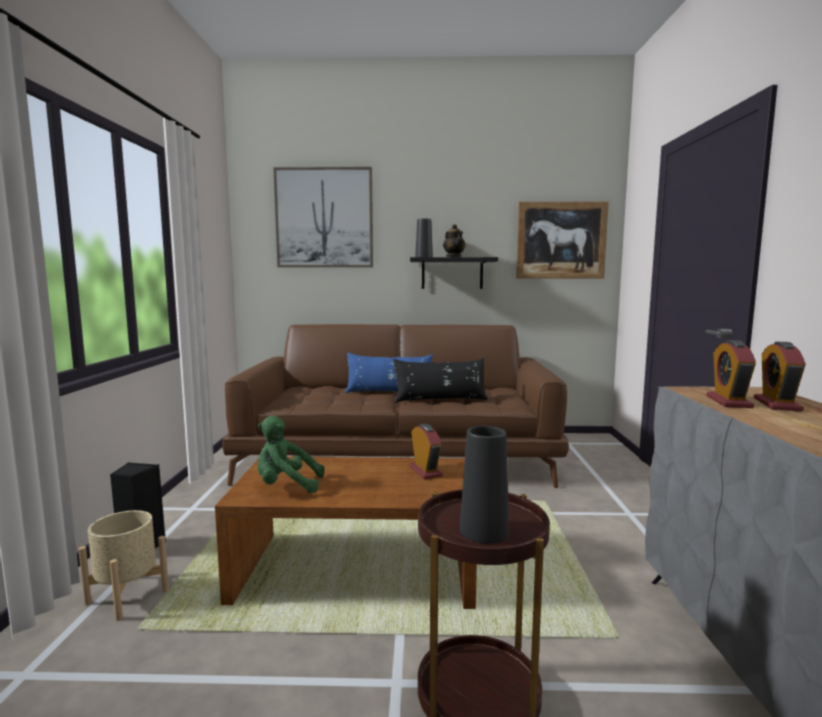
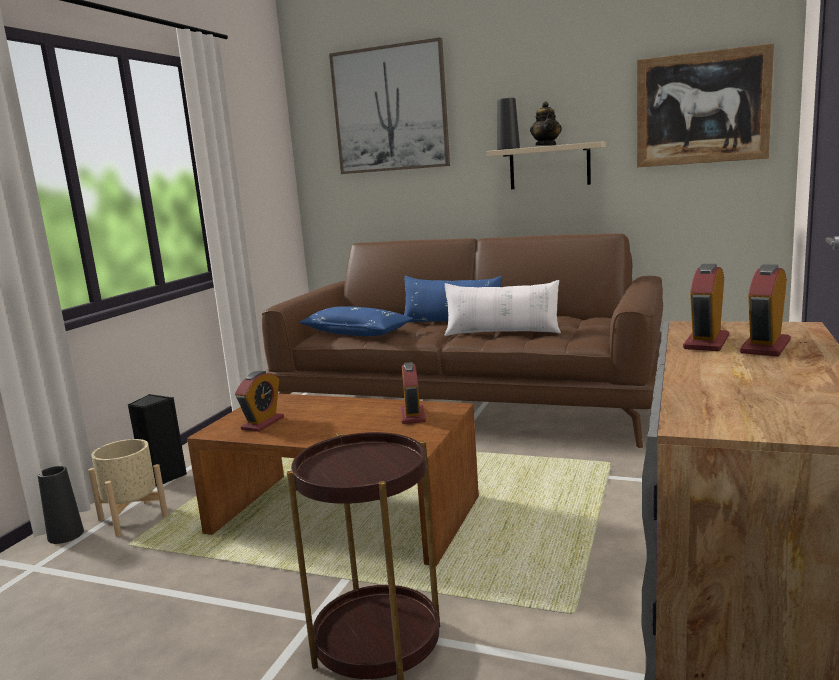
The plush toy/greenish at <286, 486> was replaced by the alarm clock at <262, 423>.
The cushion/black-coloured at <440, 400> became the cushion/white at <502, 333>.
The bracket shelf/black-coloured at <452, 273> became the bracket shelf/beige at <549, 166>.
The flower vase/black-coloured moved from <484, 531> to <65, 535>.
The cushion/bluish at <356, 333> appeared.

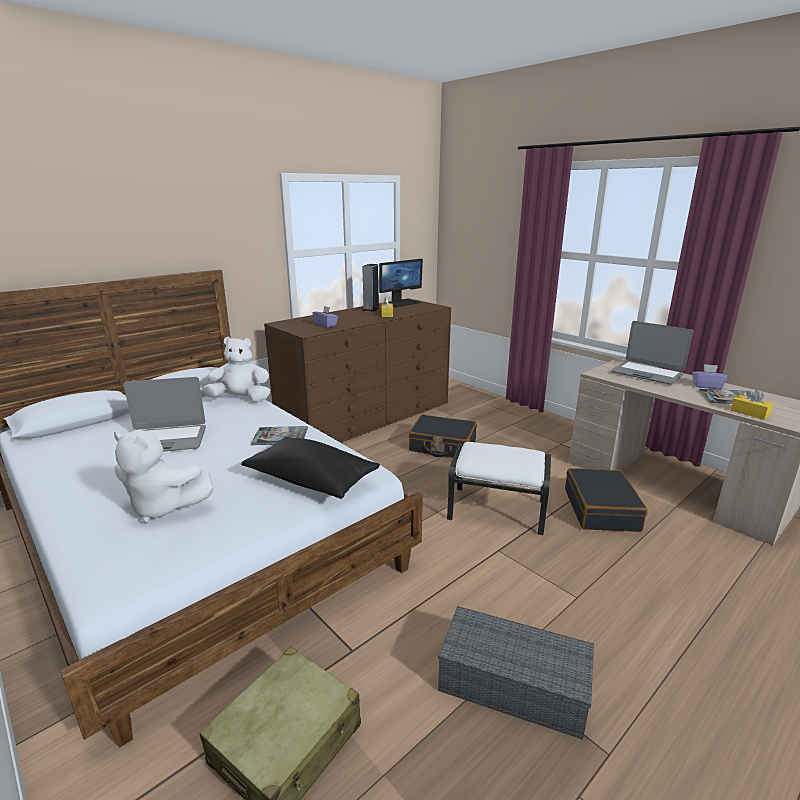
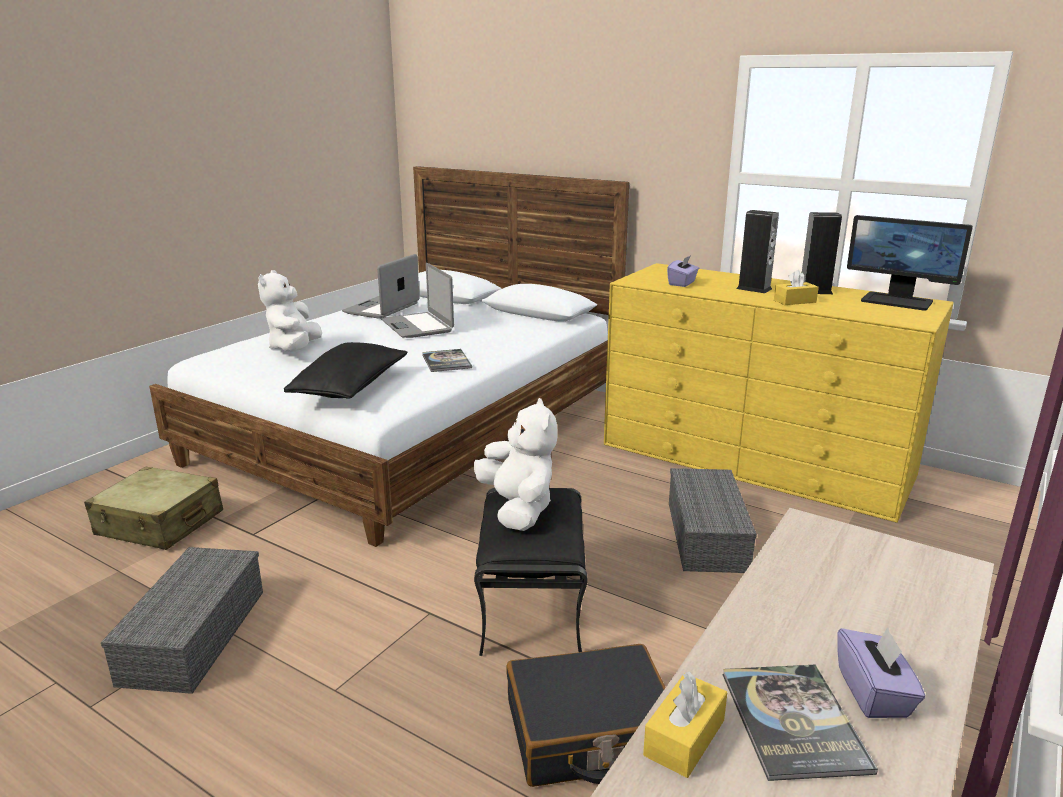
The plush toy/white moved from <240, 399> to <518, 509>.
The chest of drawers/brownish at <366, 416> became the chest of drawers/yellow-coloured at <754, 459>.
The travel case/black-coloured at <442, 446> was replaced by the storage box/grey at <708, 537>.
The ottoman/white at <498, 510> became the ottoman/black-coloured at <533, 607>.
The notebook computer moved from <647, 373> to <382, 308>.
The audio speaker at <754, 289> appeared.

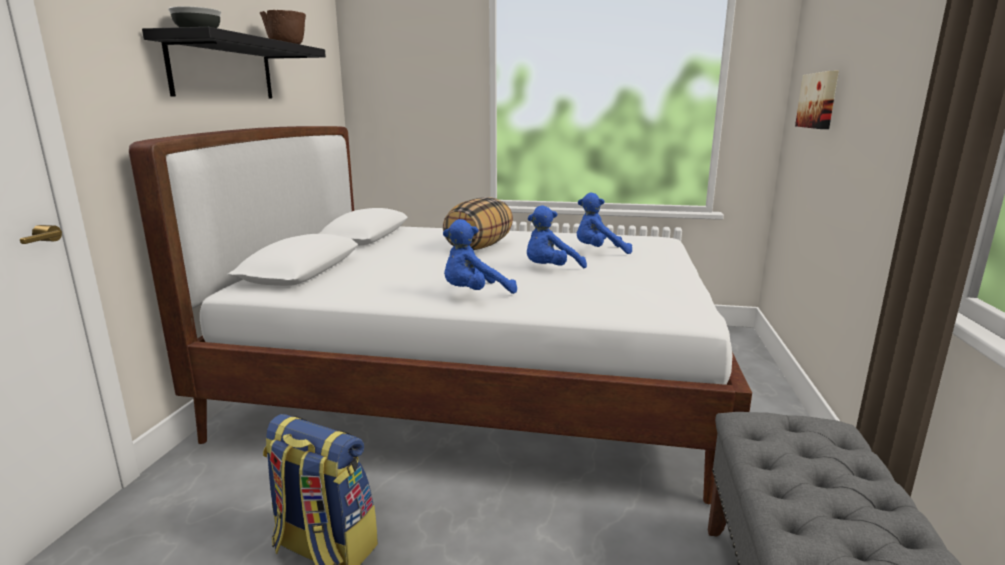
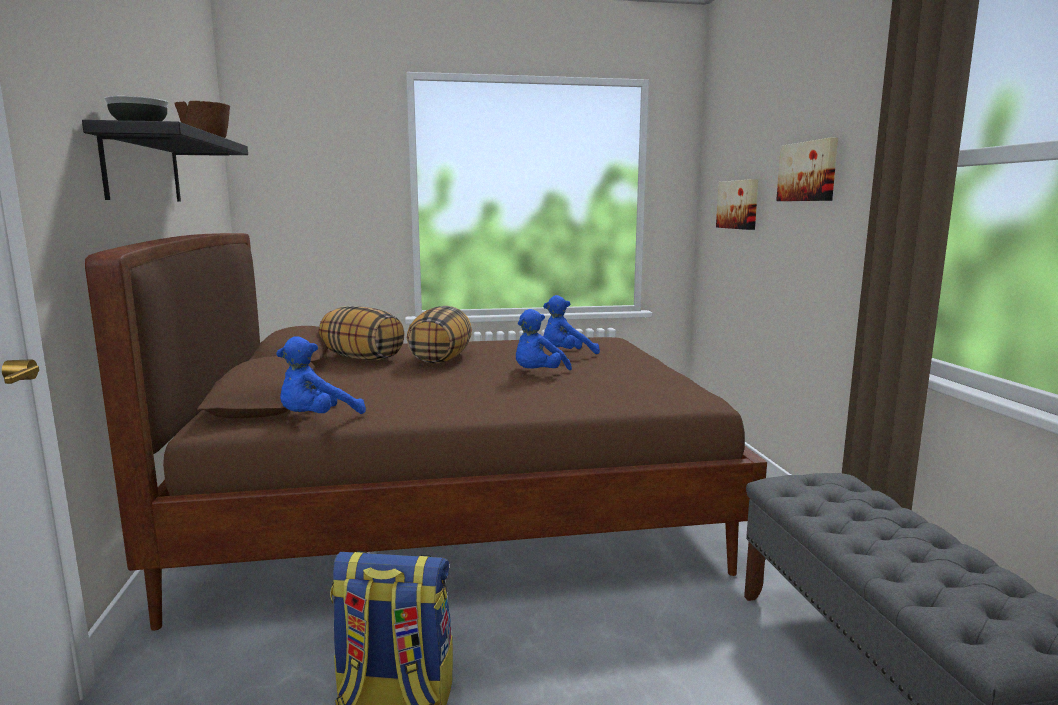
The bed/white at <480, 383> became the bed/brownish at <456, 508>.
The plush toy/bluish moved from <474, 294> to <317, 419>.
The cushion at <362, 358> appeared.
The wall picture at <808, 171> appeared.

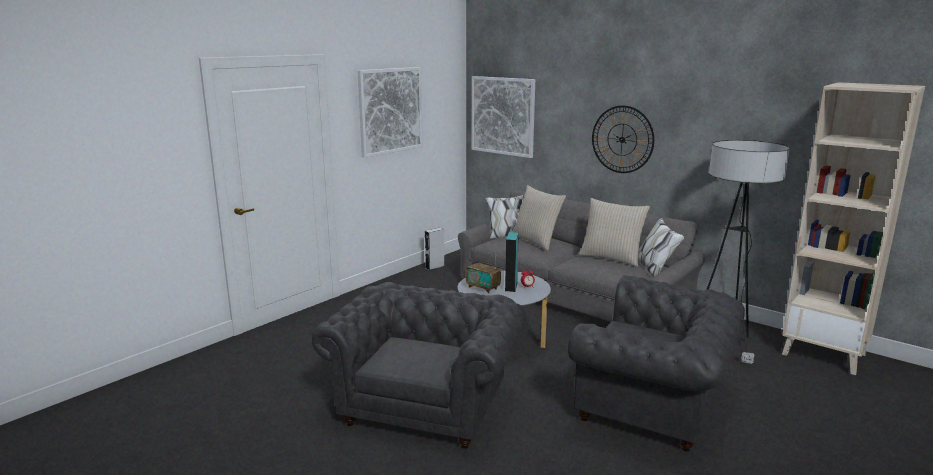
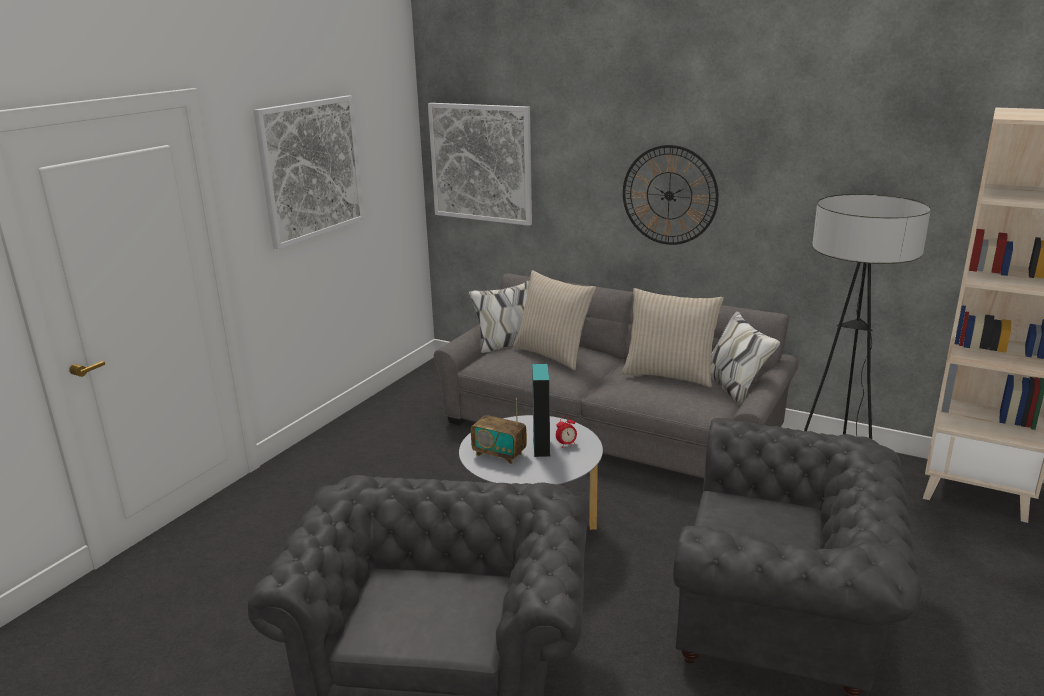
The audio speaker/grey at <434, 267> disappeared.

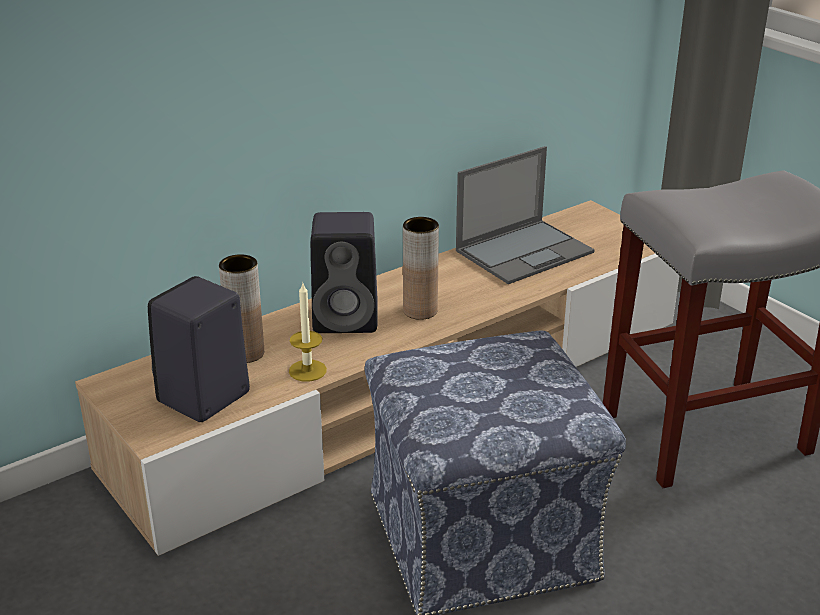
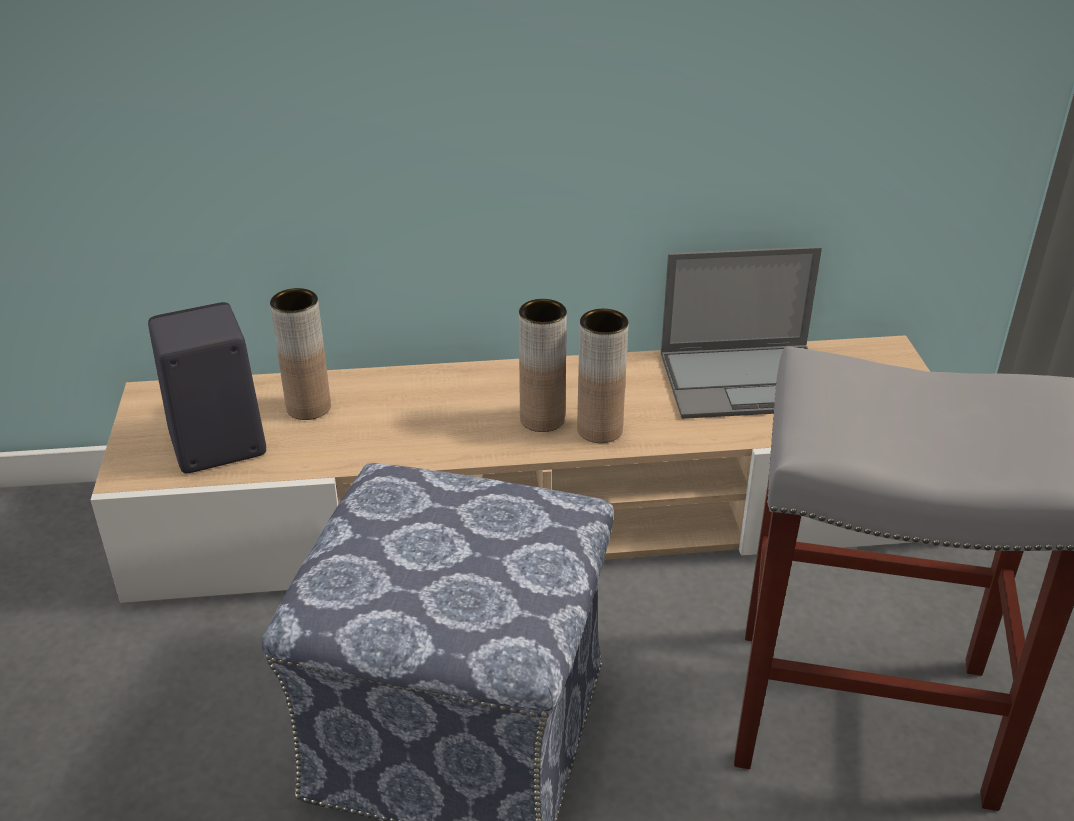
The candle at <307, 370> disappeared.
The audio speaker/black-coloured at <348, 318> disappeared.
The flower vase/brownish at <599, 430> appeared.

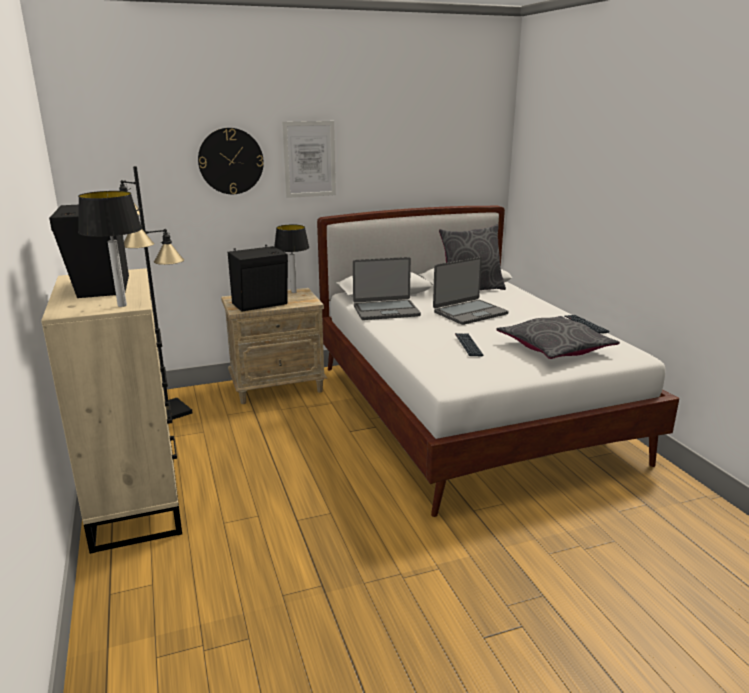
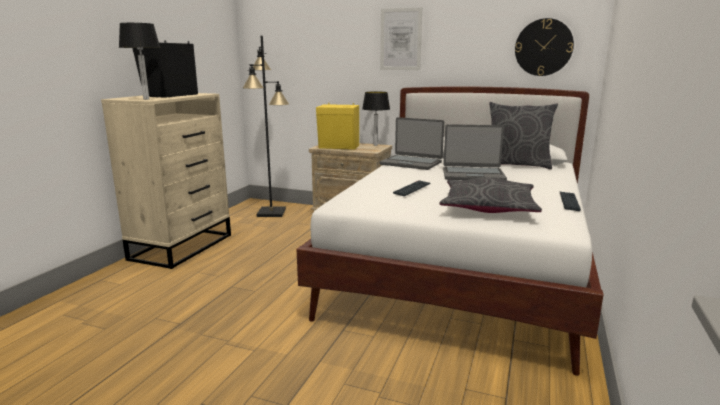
The hanging clock moved from <231, 161> to <543, 47>.
The audio speaker/black-coloured at <261, 304> became the audio speaker/yellow-coloured at <339, 147>.

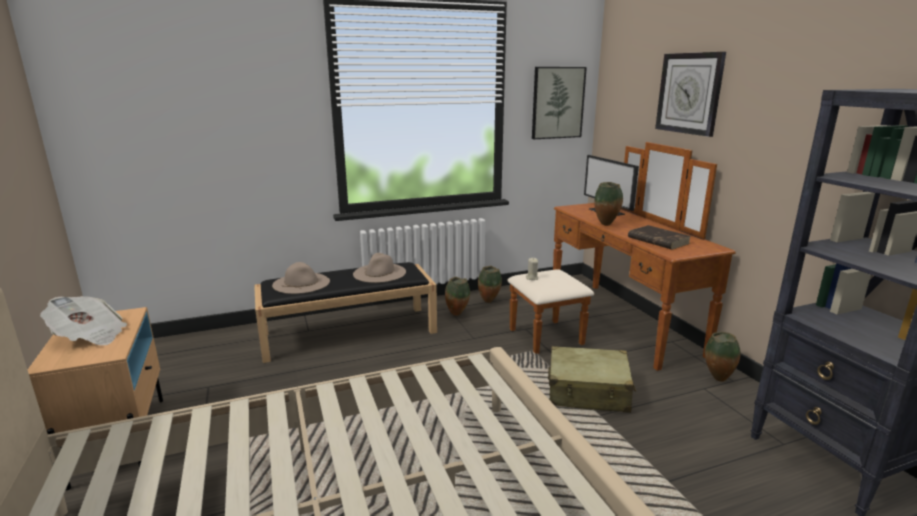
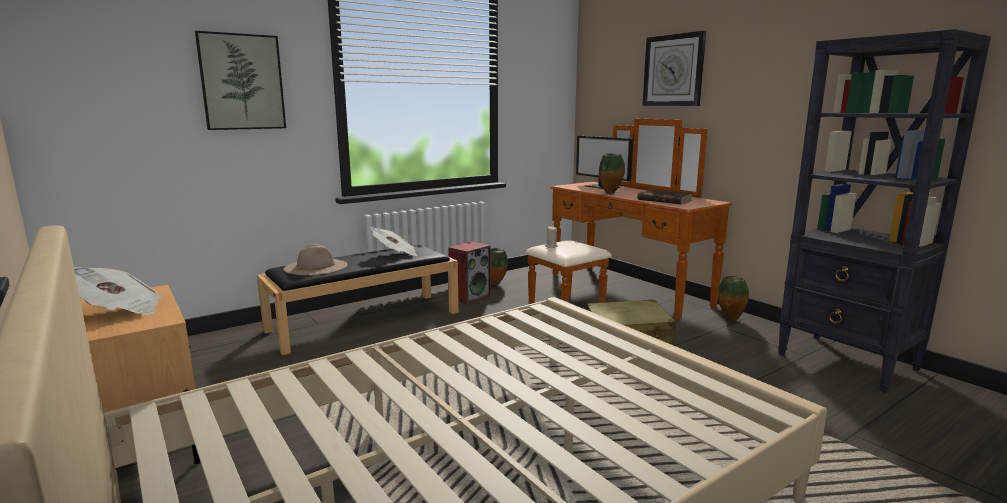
The wearable hat/beige at <379, 273> was replaced by the daily paper at <395, 253>.
The flower vase at <457, 314> was replaced by the audio speaker at <470, 297>.
The wall picture moved from <557, 103> to <242, 82>.

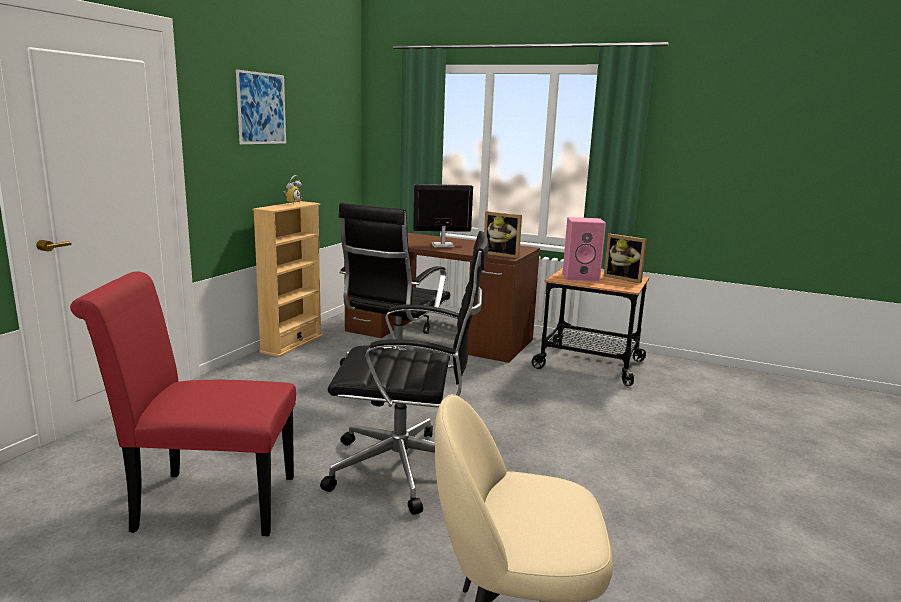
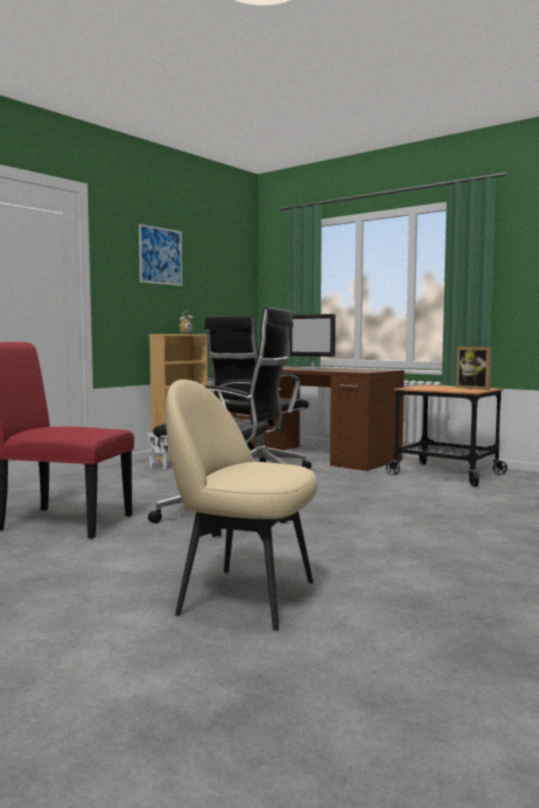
The monitor at <442, 245> turned 150 degrees counterclockwise.
The standing frame at <502, 255> disappeared.
The audio speaker/pink-coloured at <581, 277> disappeared.
The planter/white at <161, 467> appeared.

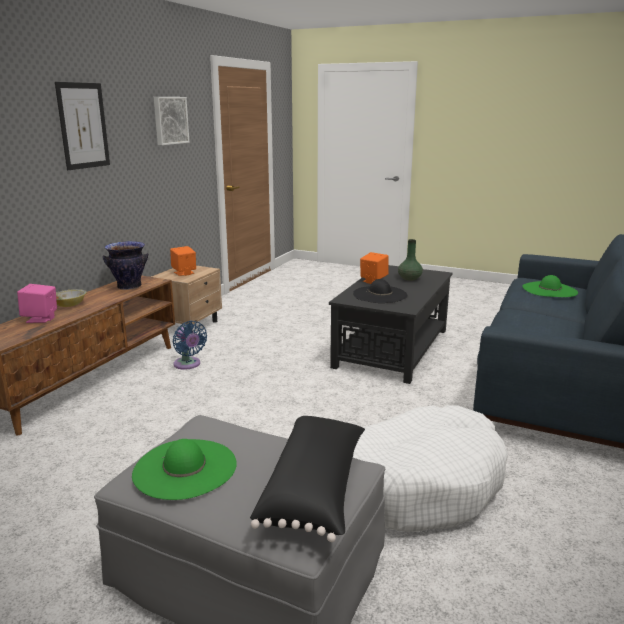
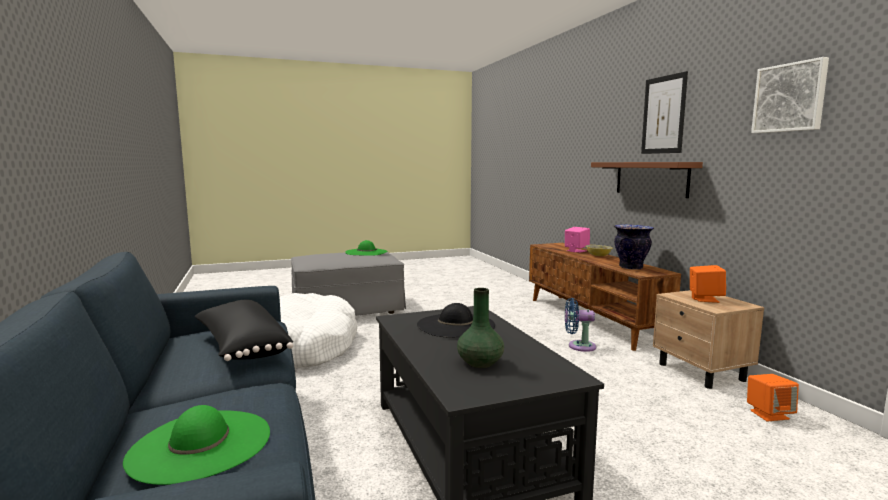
The cushion/black-coloured moved from <316, 490> to <241, 347>.
The audio speaker/orangey moved from <373, 281> to <769, 414>.
The bracket shelf/brownish at <651, 178> appeared.

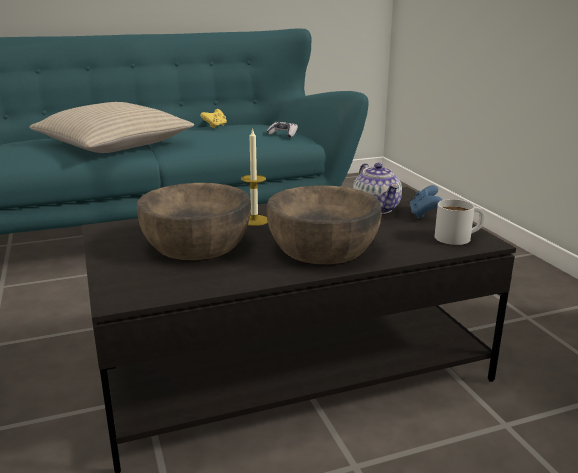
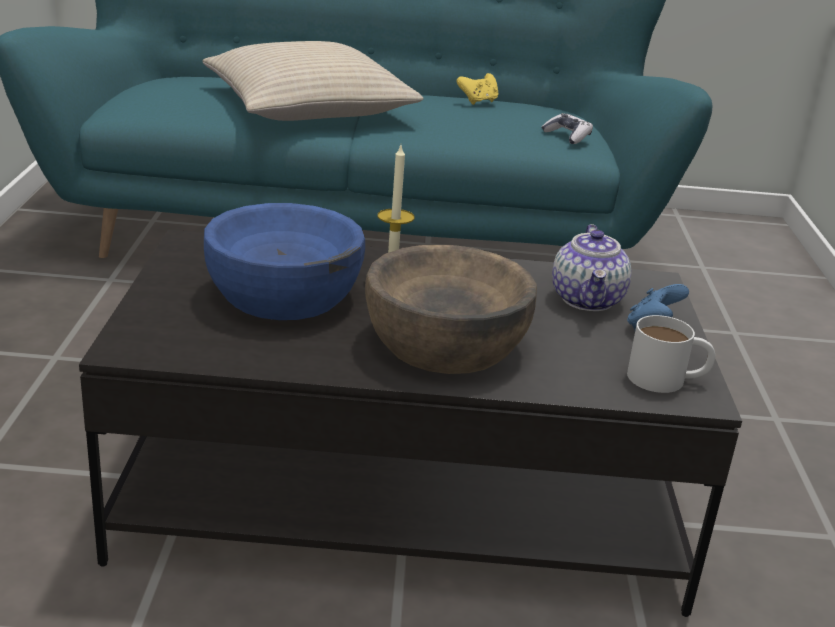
The bowl/brownish at <197, 243> became the bowl/bluish at <284, 294>.

